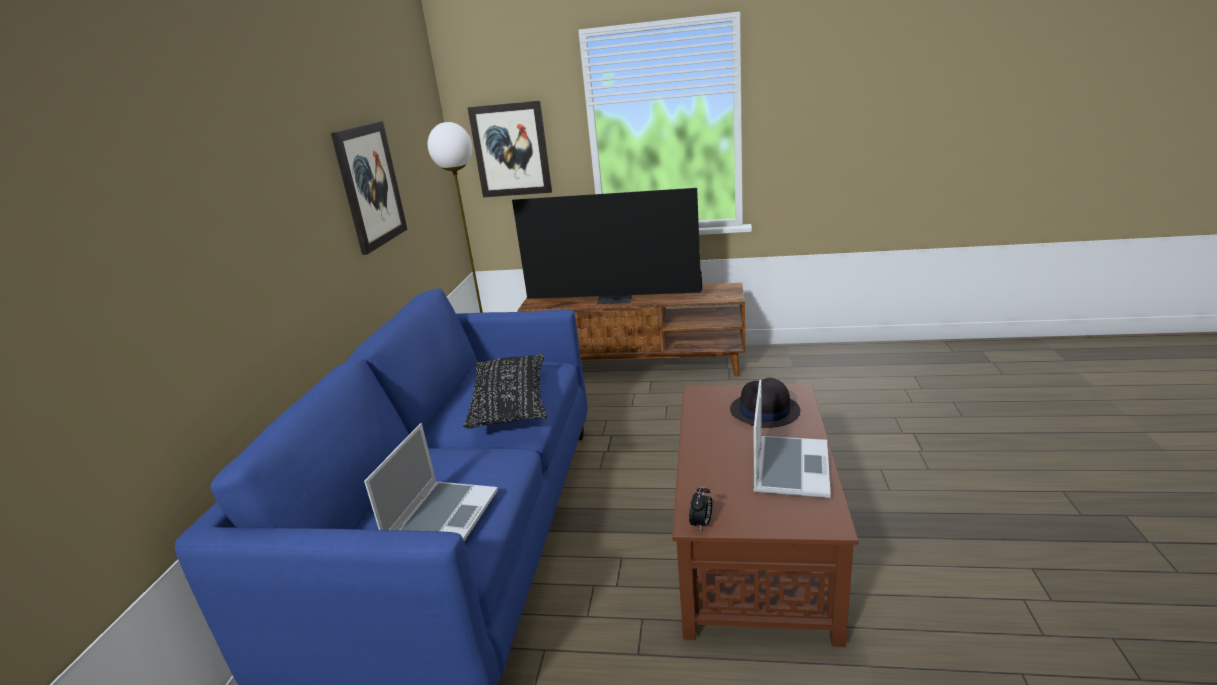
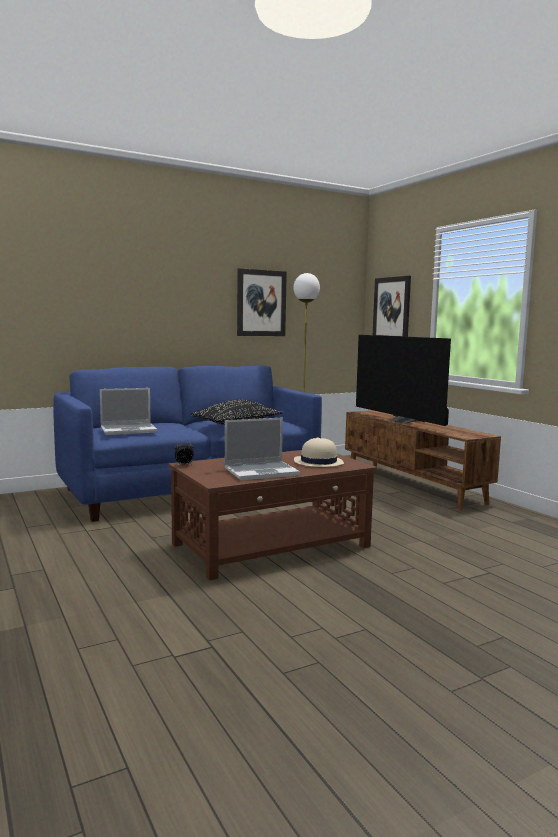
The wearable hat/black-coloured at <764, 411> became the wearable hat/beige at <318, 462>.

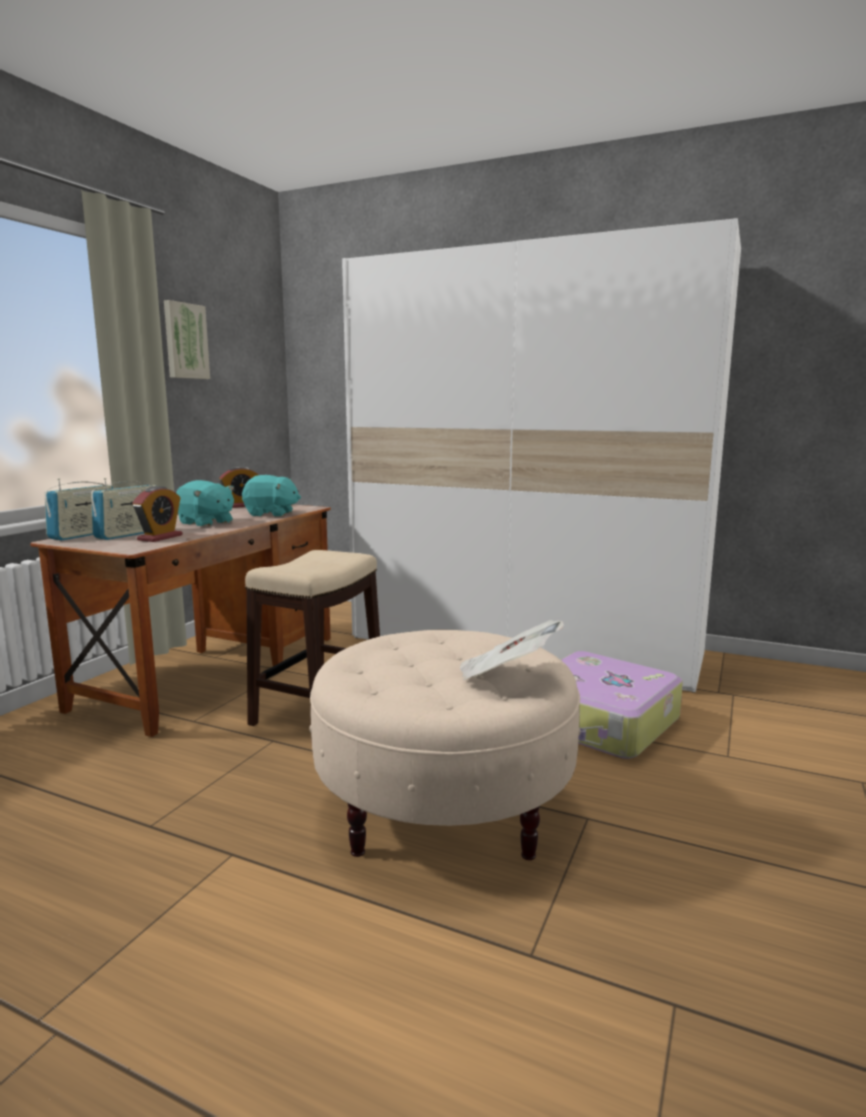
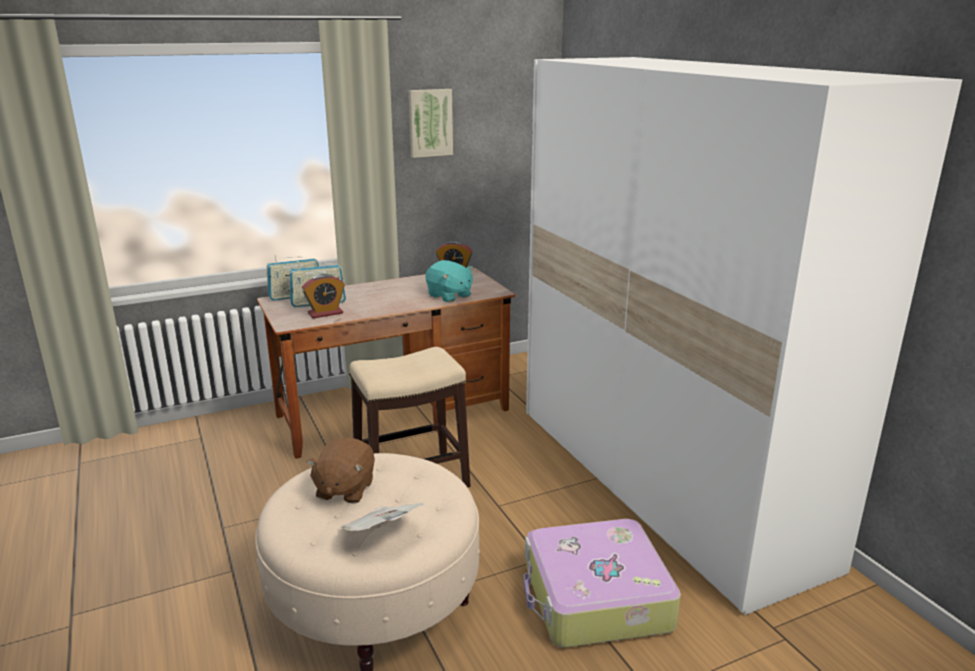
The plush toy/turquoise-coloured at <206, 523> disappeared.
The plush toy/brownish at <344, 489> appeared.

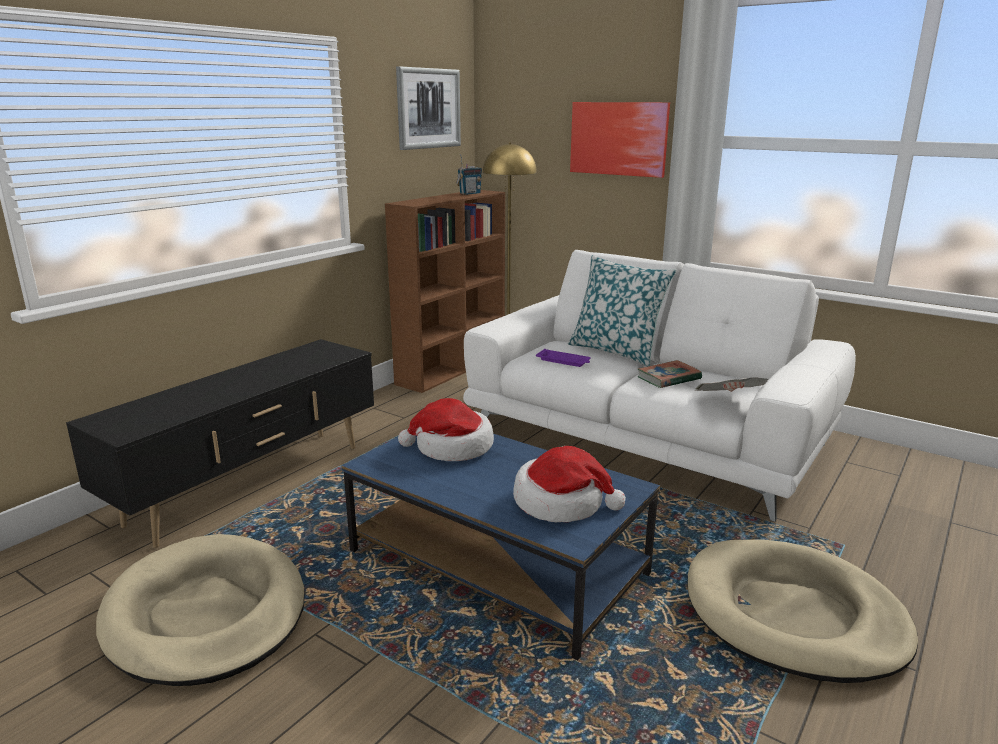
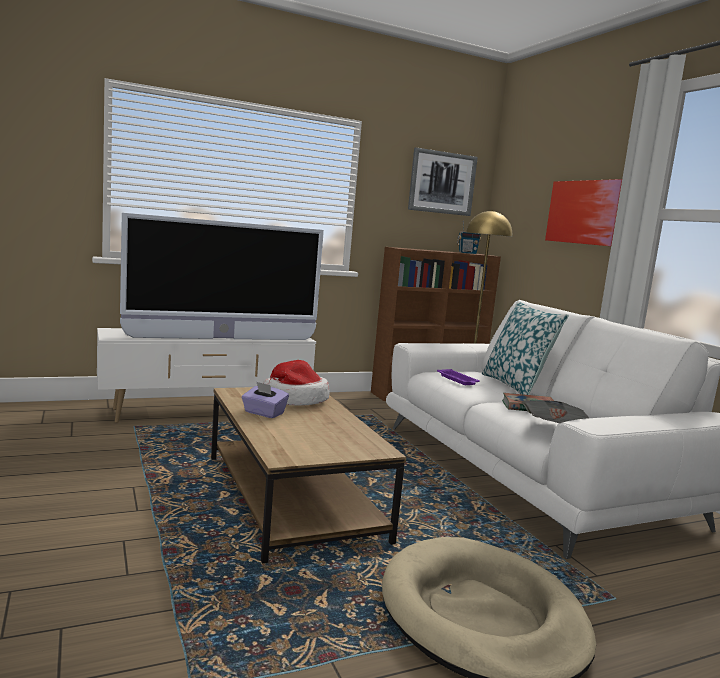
The tv stand/black-coloured at <252, 484> became the tv stand/white at <206, 412>.
The dog bed/beige at <206, 614> disappeared.
The coffee table/bluish at <499, 563> became the coffee table/brownish at <293, 498>.
The wearable hat at <561, 502> disappeared.
The TV at <223, 338> appeared.
The box of tissues/purple-coloured at <263, 413> appeared.

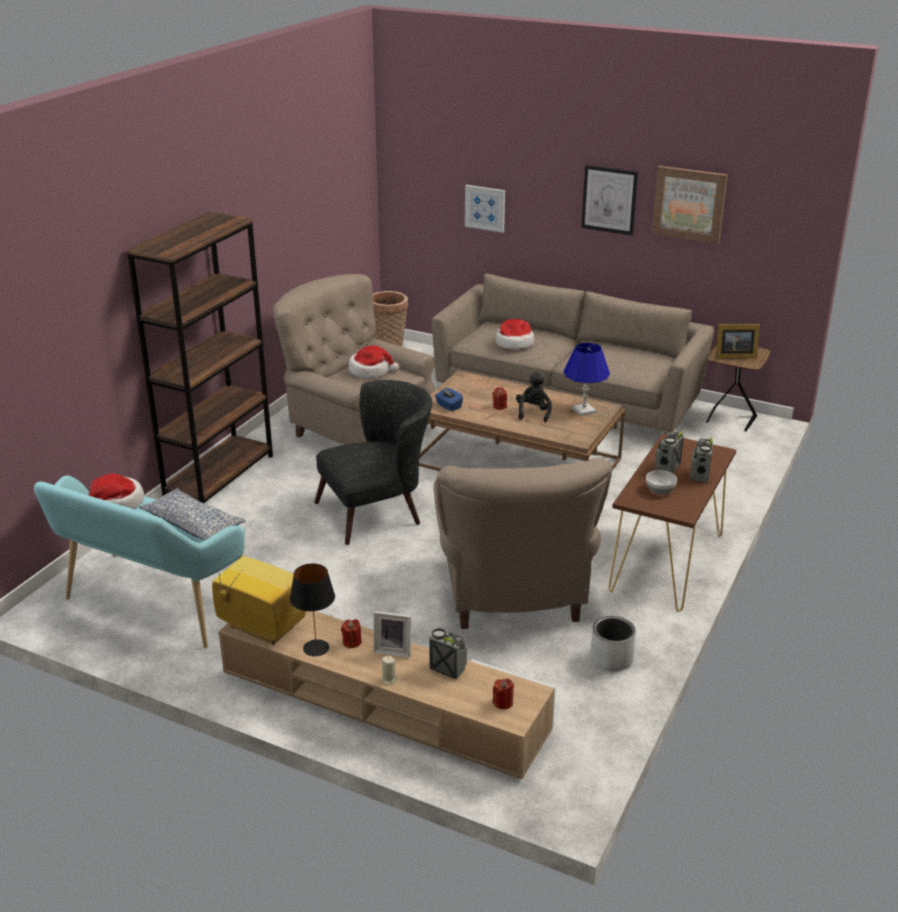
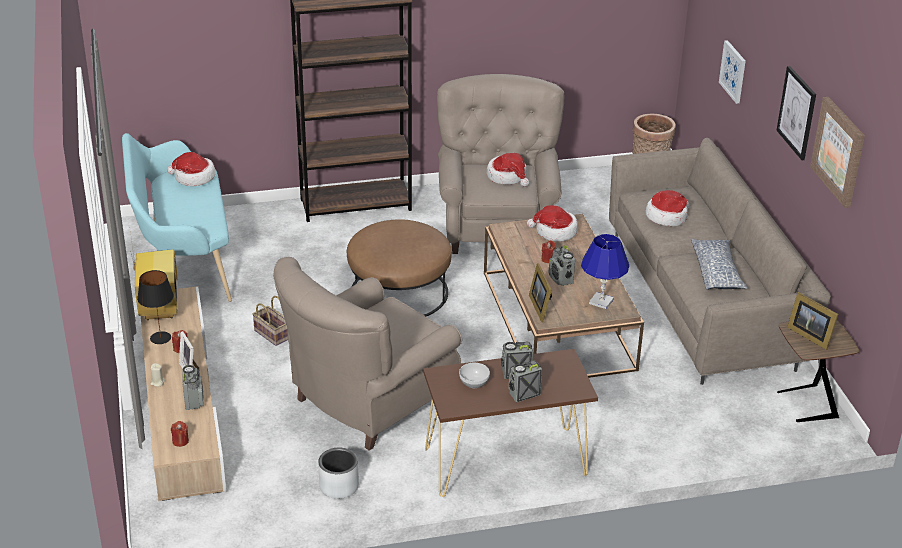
The cushion moved from <193, 524> to <717, 272>.
The lounge chair/black-coloured at <378, 511> was replaced by the ottoman/brownish at <399, 292>.
The box of tissues/bluish at <448, 406> disappeared.
The plush toy/black-coloured at <533, 413> was replaced by the radio set at <561, 279>.
The household basket at <273, 334> appeared.
The wearable hat at <555, 232> appeared.
The standing frame at <541, 307> appeared.

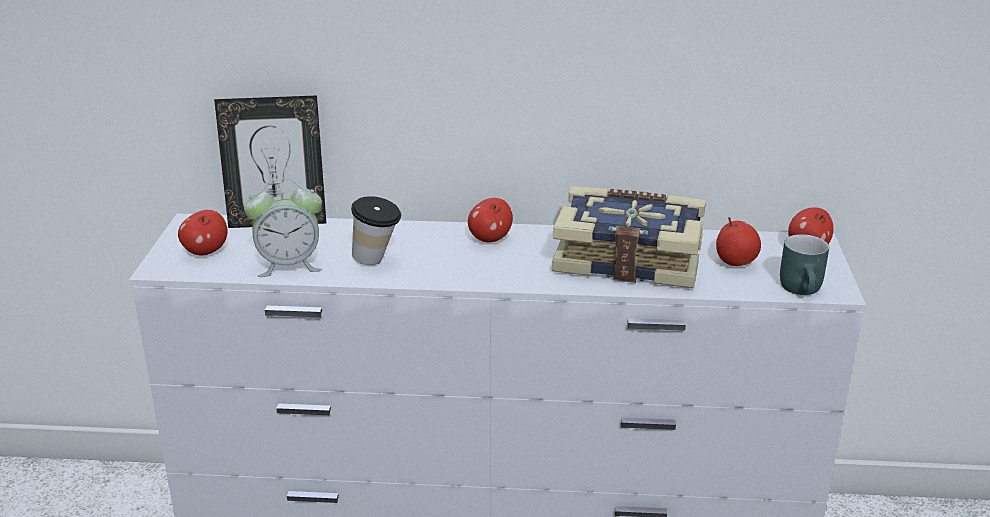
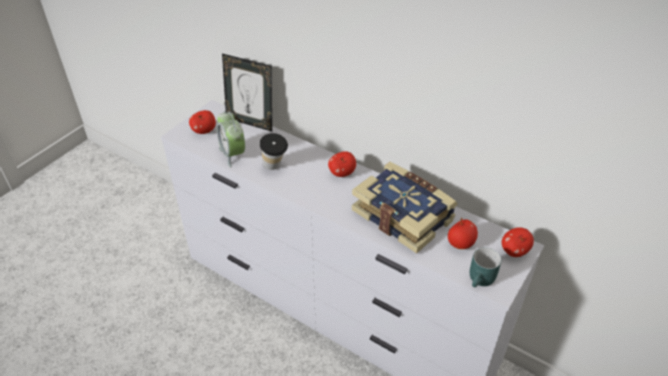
The alarm clock at <289, 265> turned 45 degrees clockwise.

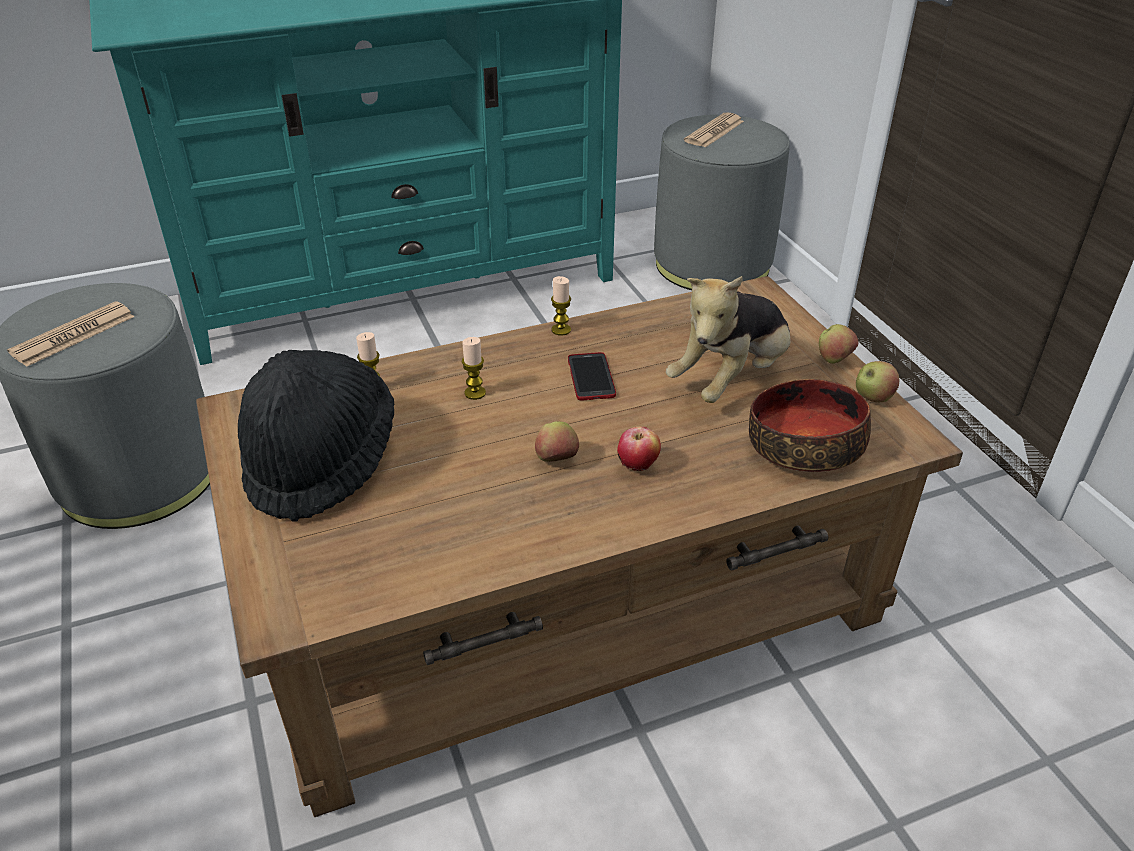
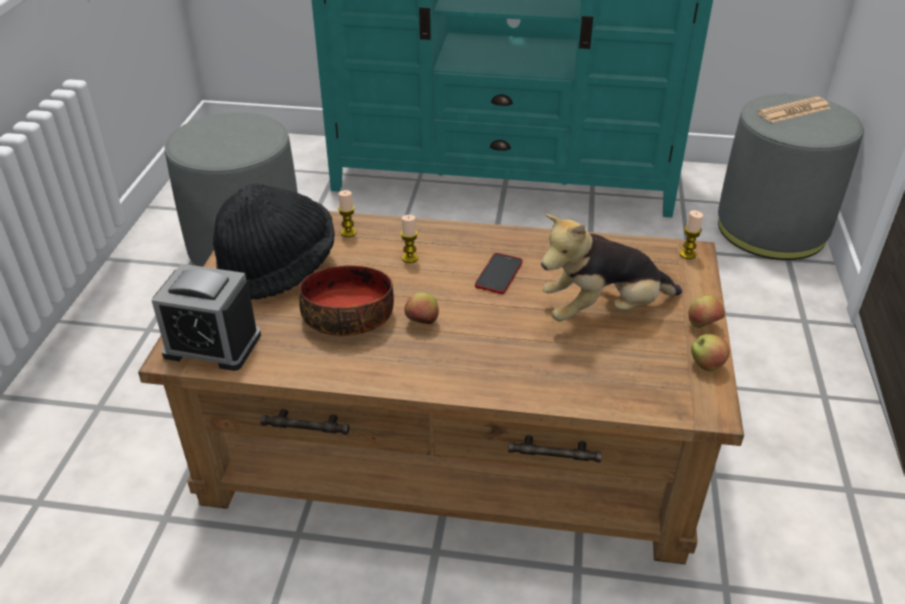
The daily paper at <73, 335> disappeared.
The candle moved from <561, 330> to <687, 254>.
The whole apple at <637, 467> disappeared.
The bowl moved from <805, 445> to <349, 316>.
The alarm clock at <212, 345> appeared.

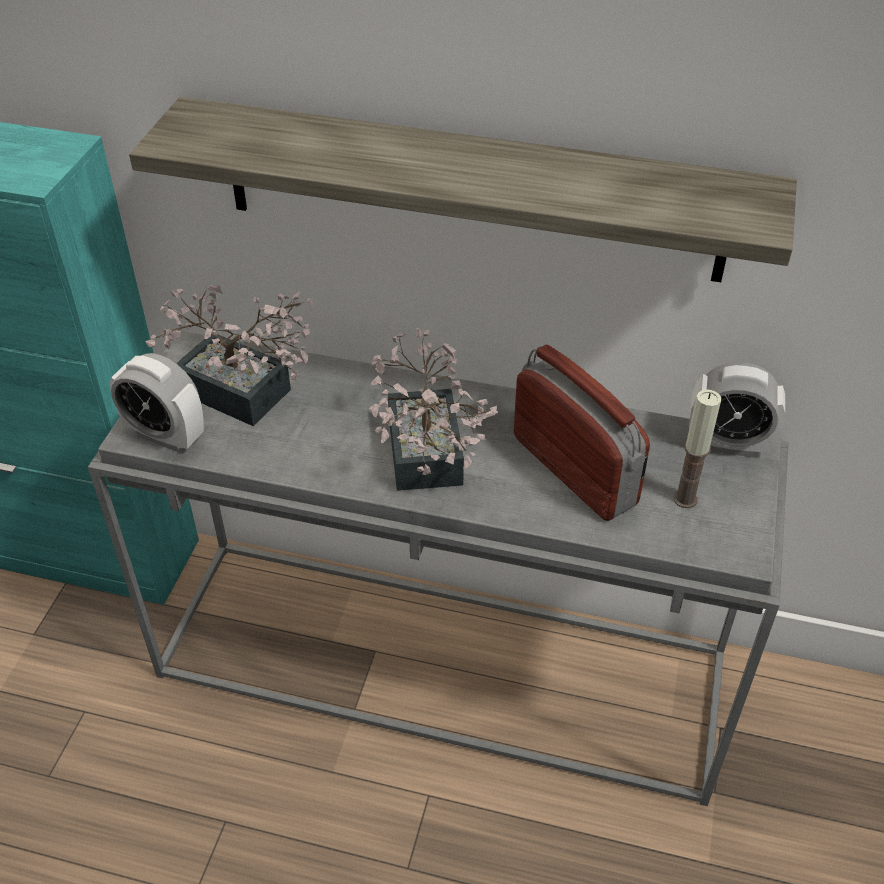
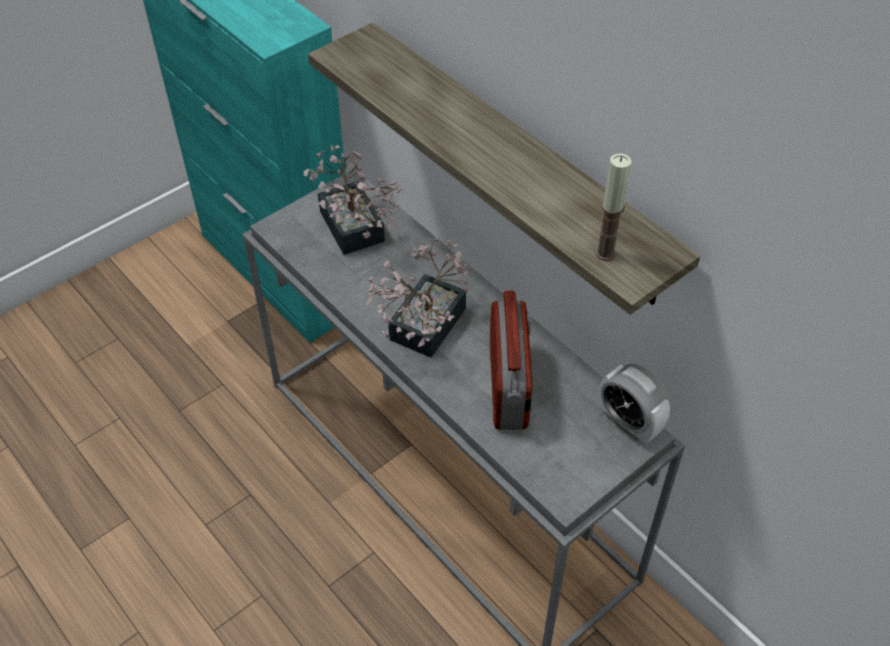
The alarm clock at <165, 436> disappeared.
The candle moved from <685, 499> to <605, 253>.

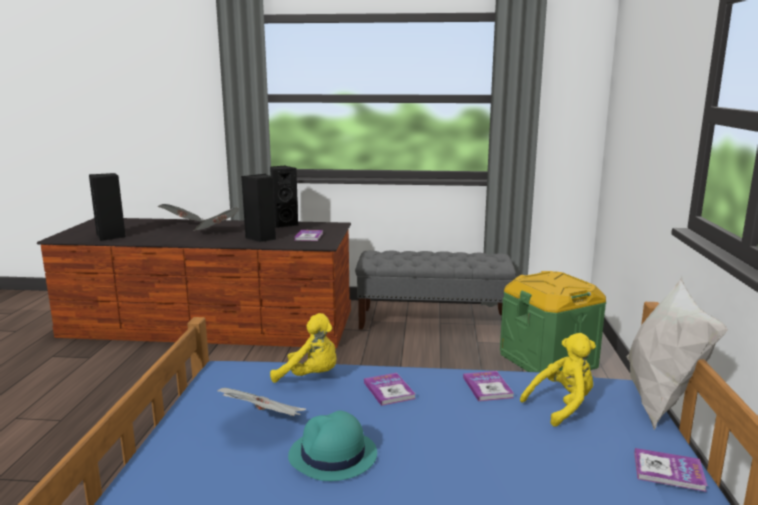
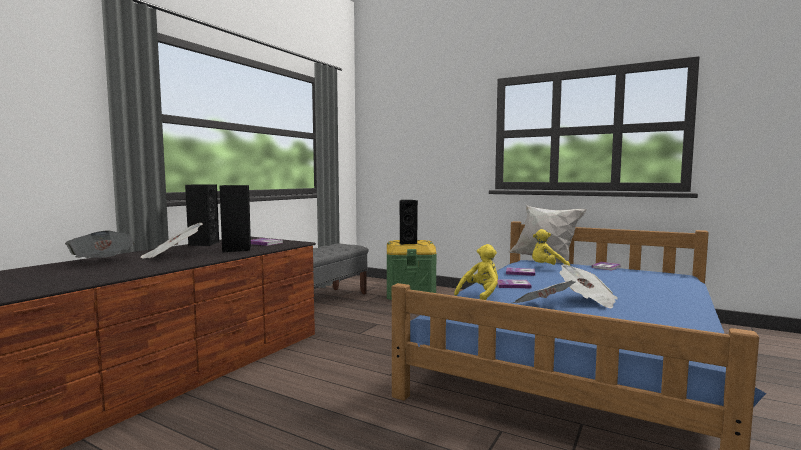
The audio speaker/black-coloured moved from <111, 236> to <407, 242>.
The wearable hat/turquoise-coloured at <332, 456> was replaced by the daily paper at <588, 301>.
The plush toy/yellow-coloured at <562, 406> turned 105 degrees counterclockwise.

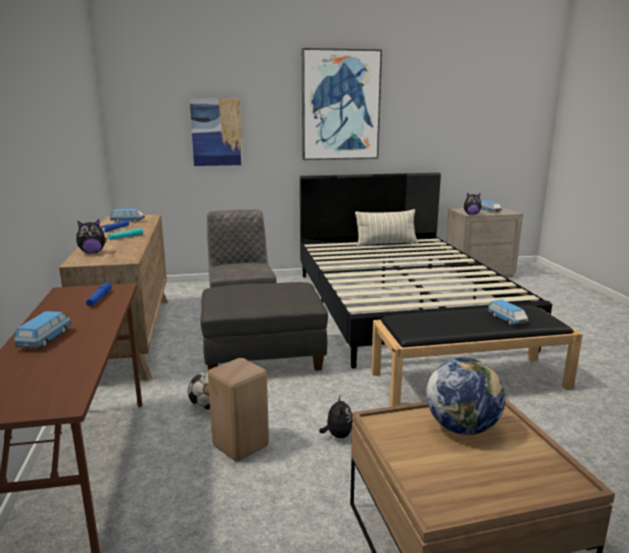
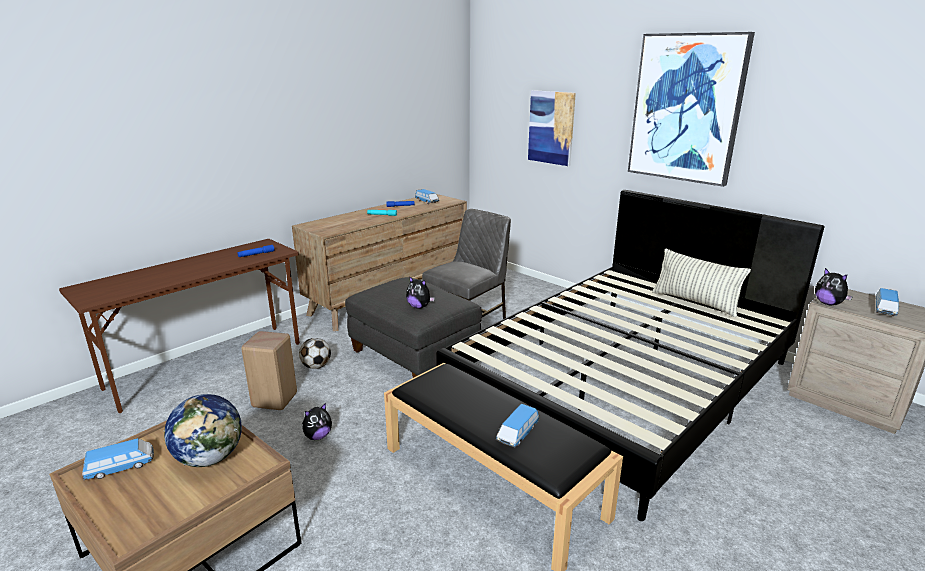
The toy car moved from <45, 339> to <120, 467>.
The plush toy moved from <92, 252> to <419, 307>.

